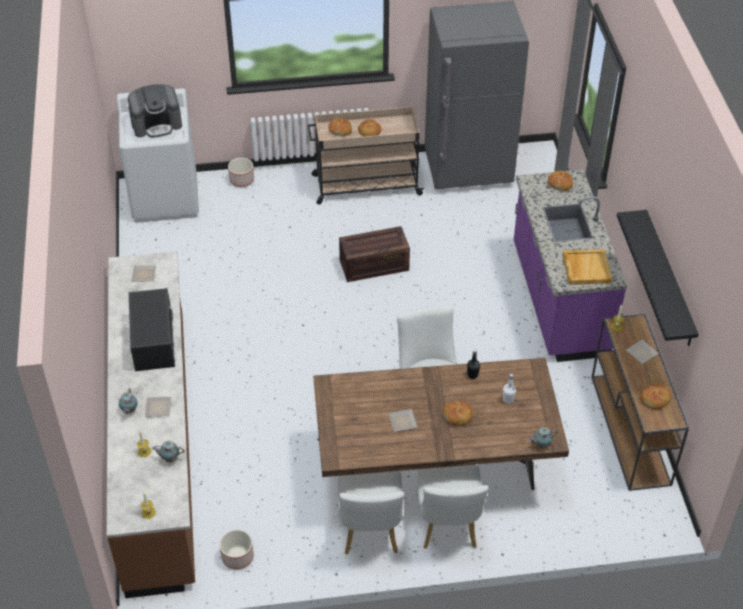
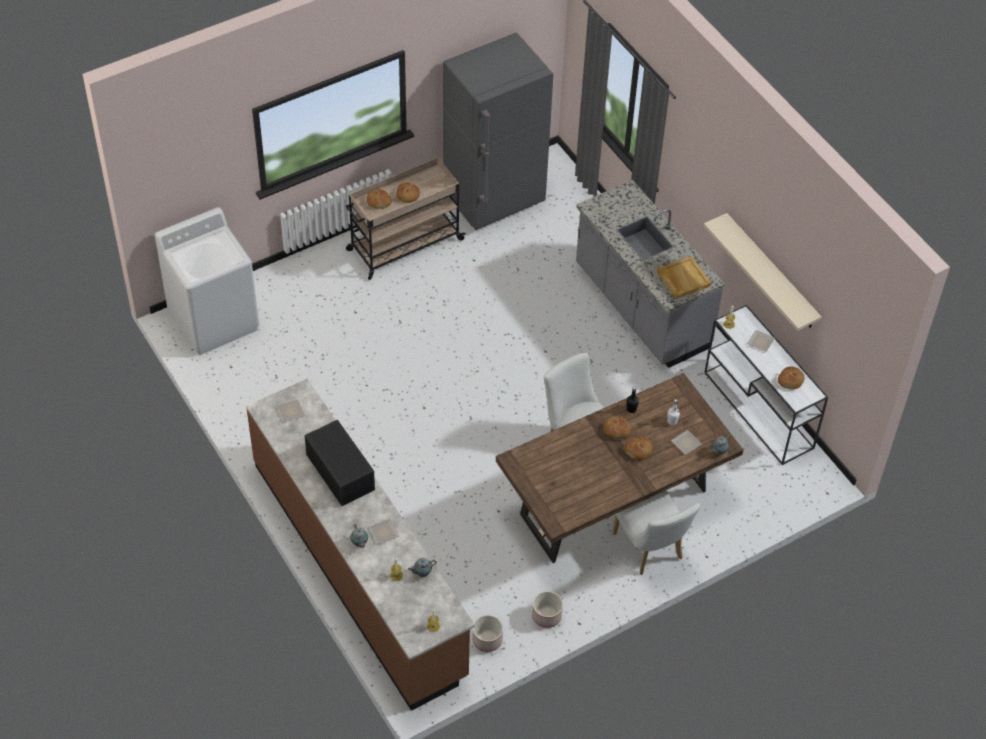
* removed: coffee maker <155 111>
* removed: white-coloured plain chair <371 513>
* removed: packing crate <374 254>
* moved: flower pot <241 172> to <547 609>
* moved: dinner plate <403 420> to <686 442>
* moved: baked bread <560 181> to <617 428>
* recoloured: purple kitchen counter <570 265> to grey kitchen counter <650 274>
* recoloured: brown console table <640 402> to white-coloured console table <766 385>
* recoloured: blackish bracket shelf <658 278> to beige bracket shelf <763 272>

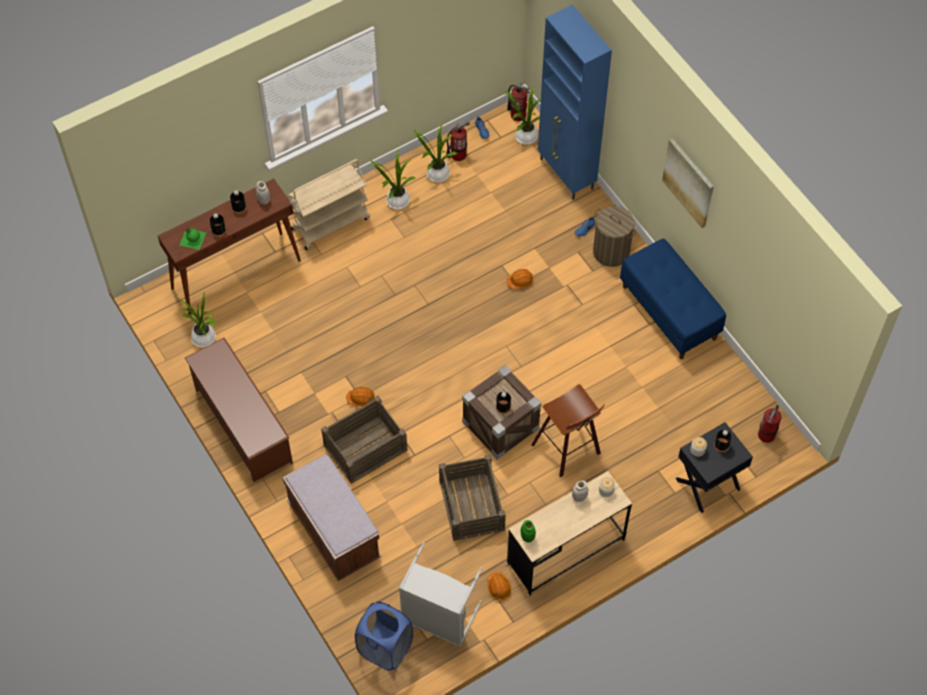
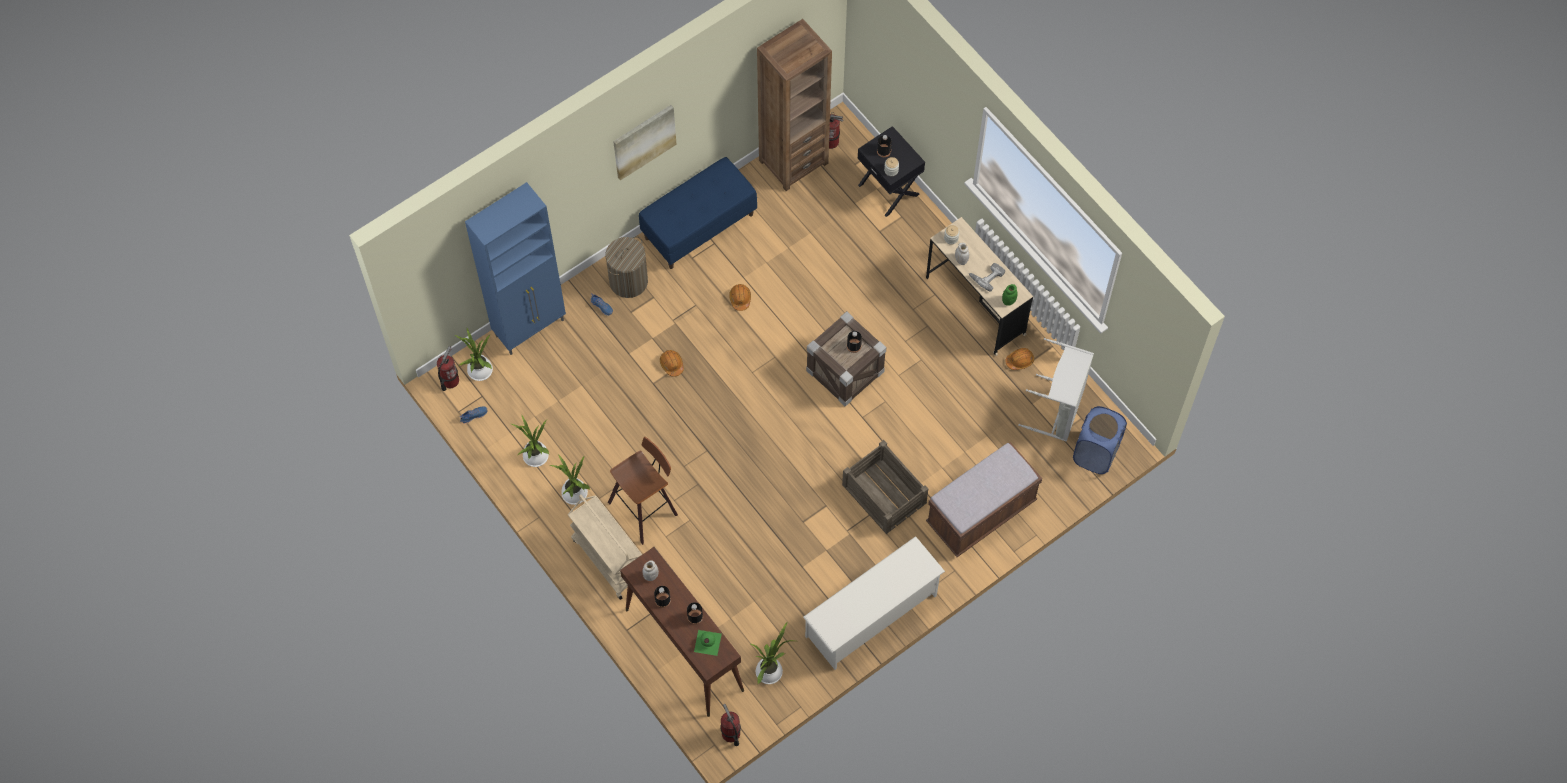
* removed: packing crate <472 497>
* added: brown bookshelf <794 105>
* added: electric drill <987 277>
* moved: orangey work helmet <360 397> to <740 297>
* moved: extinguisher <458 140> to <730 725>
* moved: stool <568 431> to <643 491>
* recoloured: brown shoe shelf <239 410> to white-coloured shoe shelf <874 603>

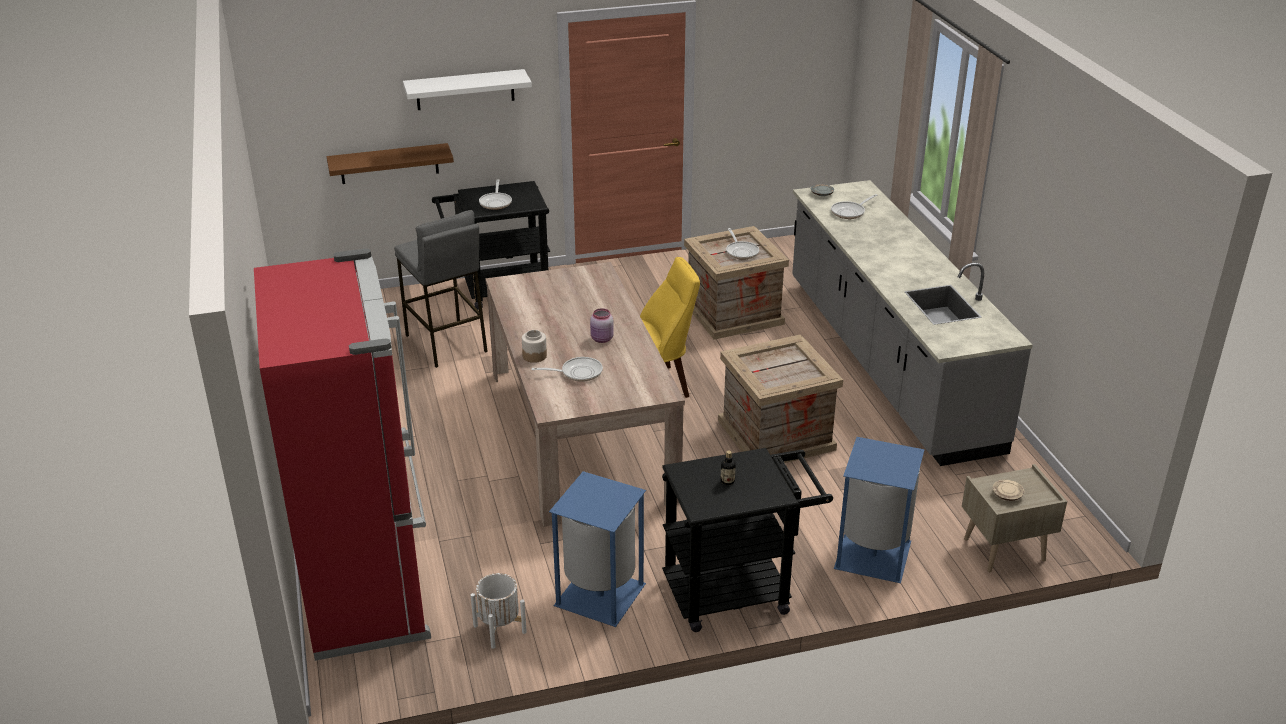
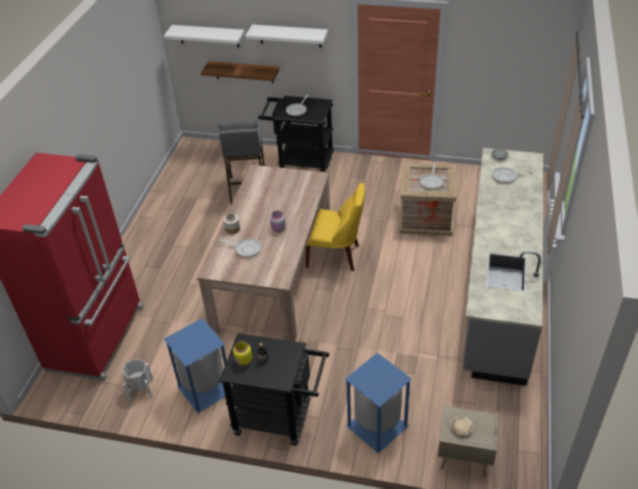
* removed: packing crate <780 398>
* added: white-coloured bracket shelf <204 36>
* added: yellow-coloured storage jar <242 353>

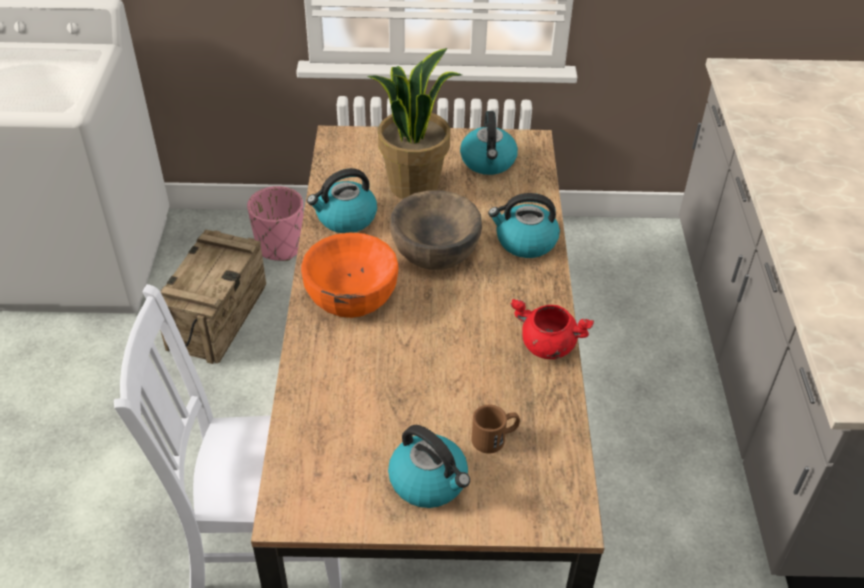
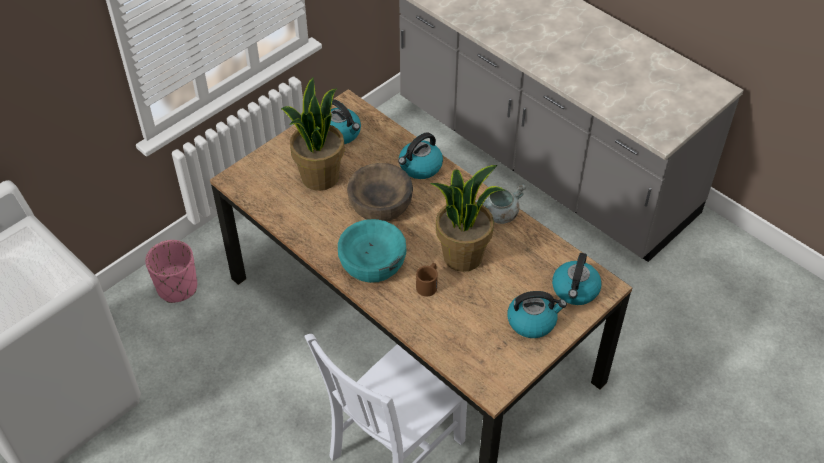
* removed: packing crate <213 296>
* added: houseplant <467 218>
* moved: kettle <342 200> to <577 279>
* moved: brown mug <495 429> to <427 280>
* recoloured: orangey serving bowl <350 275> to turquoise-coloured serving bowl <372 251>
* recoloured: red stockpot <552 329> to grey stockpot <500 203>

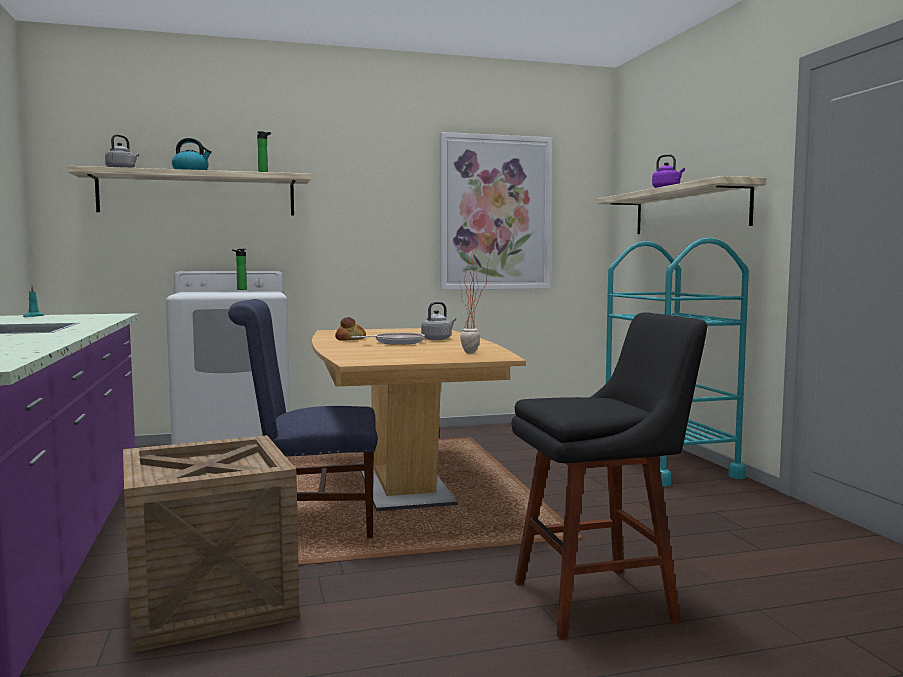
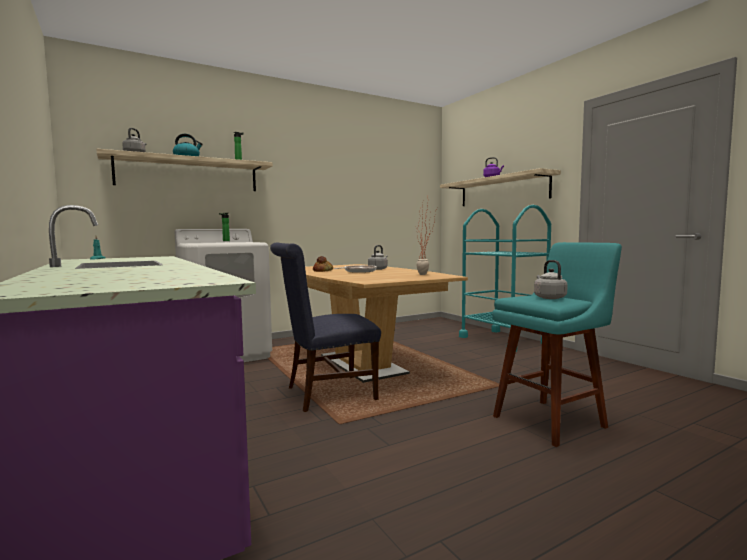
* removed: packing crate <211 544>
* removed: wall art <496 211>
* added: grey kettle <551 279>
* recoloured: blackish stool <609 476> to turquoise-coloured stool <557 344>

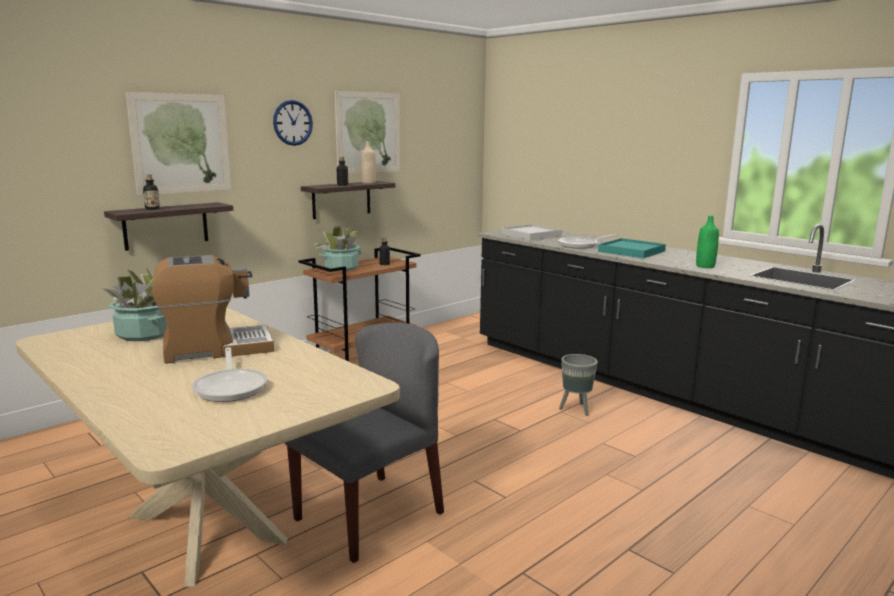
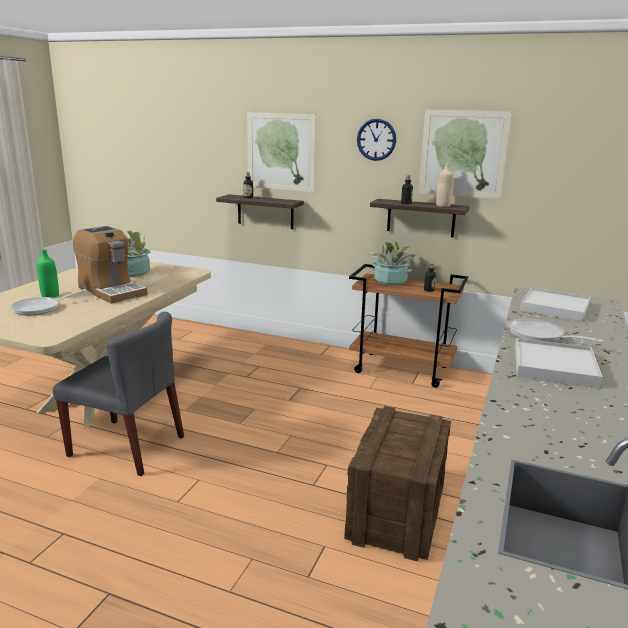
* moved: green-coloured beverage bottle <707 242> to <48 273>
* replaced: grey flower pot <578 385> to packing crate <397 484>
* recoloured: turquoise-coloured carrying tray <632 248> to white-coloured carrying tray <559 363>

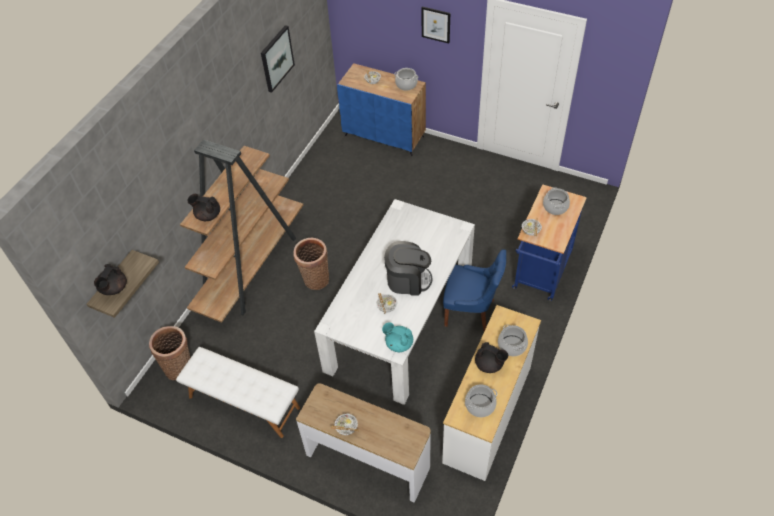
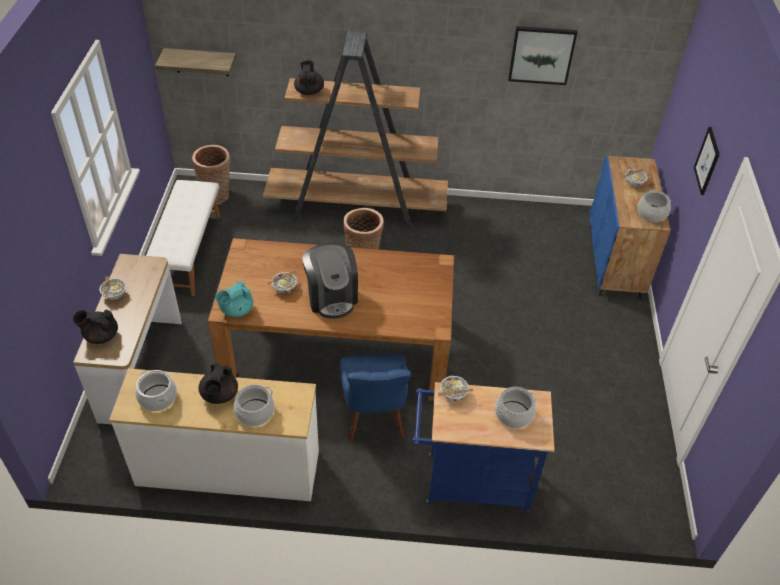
* moved: blackish tea pot <110 279> to <95 327>
* recoloured: white-coloured kitchen table <394 302> to brown kitchen table <331 319>
* turned: turquoise-coloured tea pot <397 337> = <234 299> 135 degrees counterclockwise

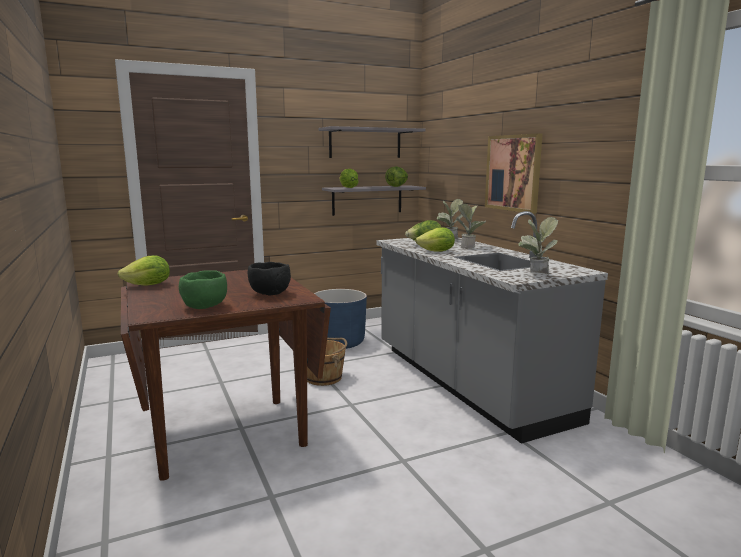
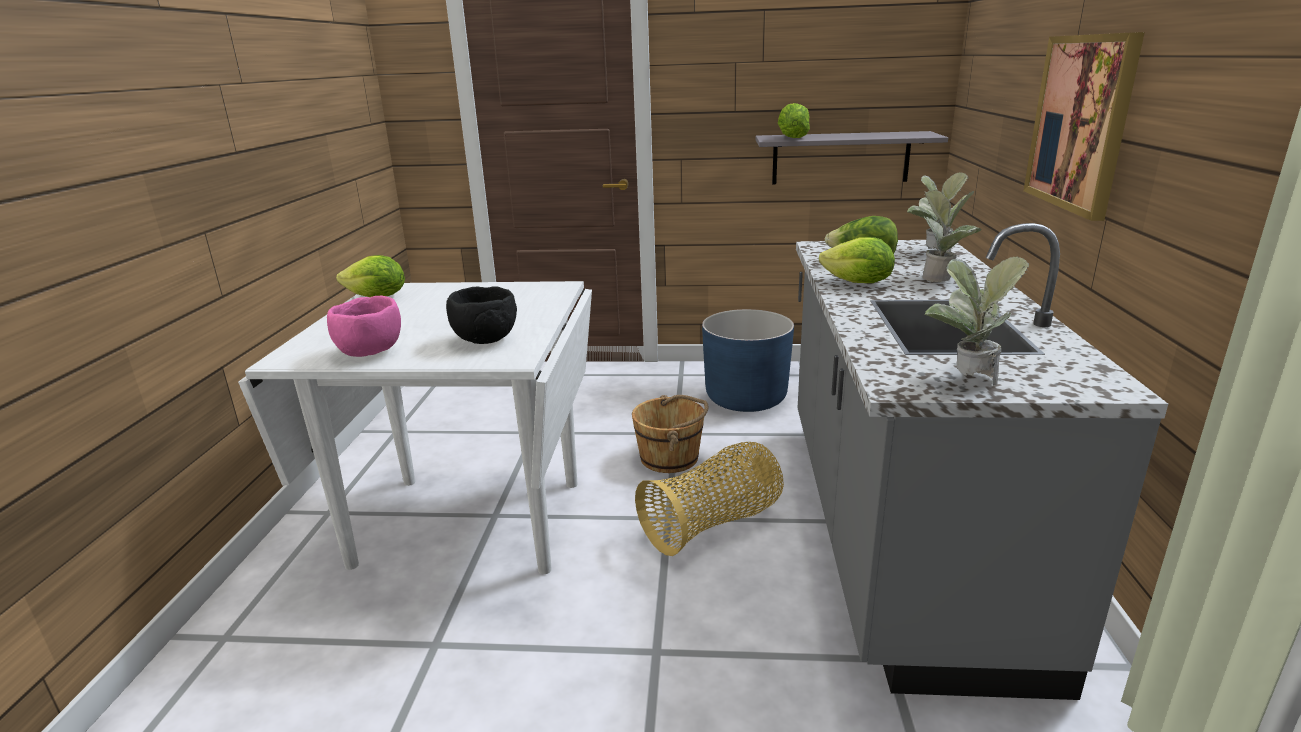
* removed: grey bracket shelf <372 142>
* removed: lettuce <396 176>
* added: basket <709 499>
* recoloured: brown kitchen table <226 375> to white-coloured kitchen table <415 427>
* recoloured: green-coloured serving bowl <203 289> to pink serving bowl <364 326>

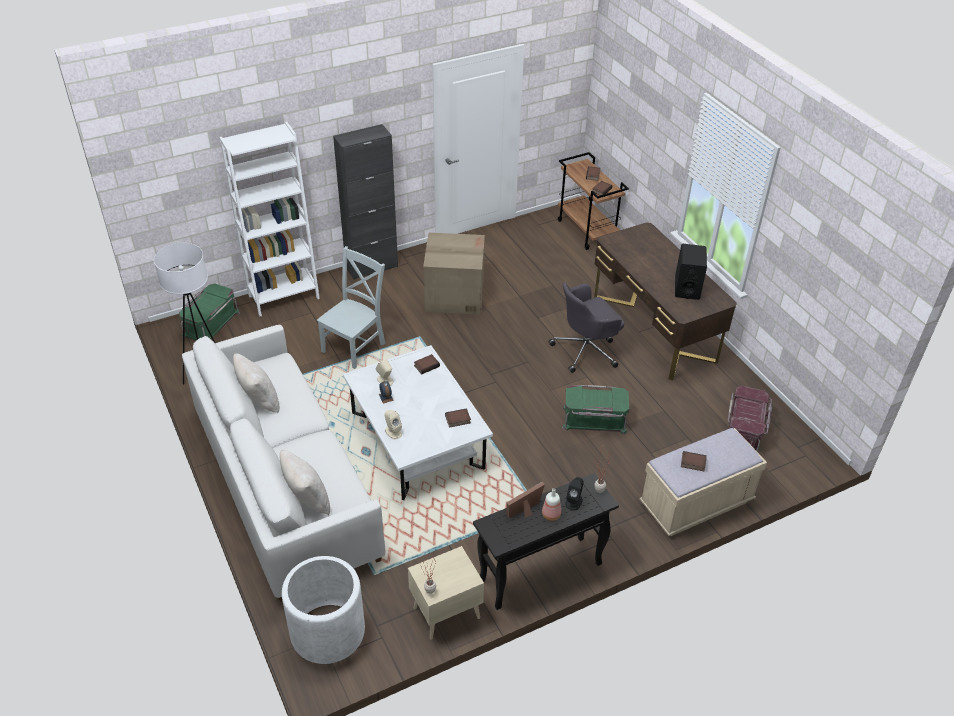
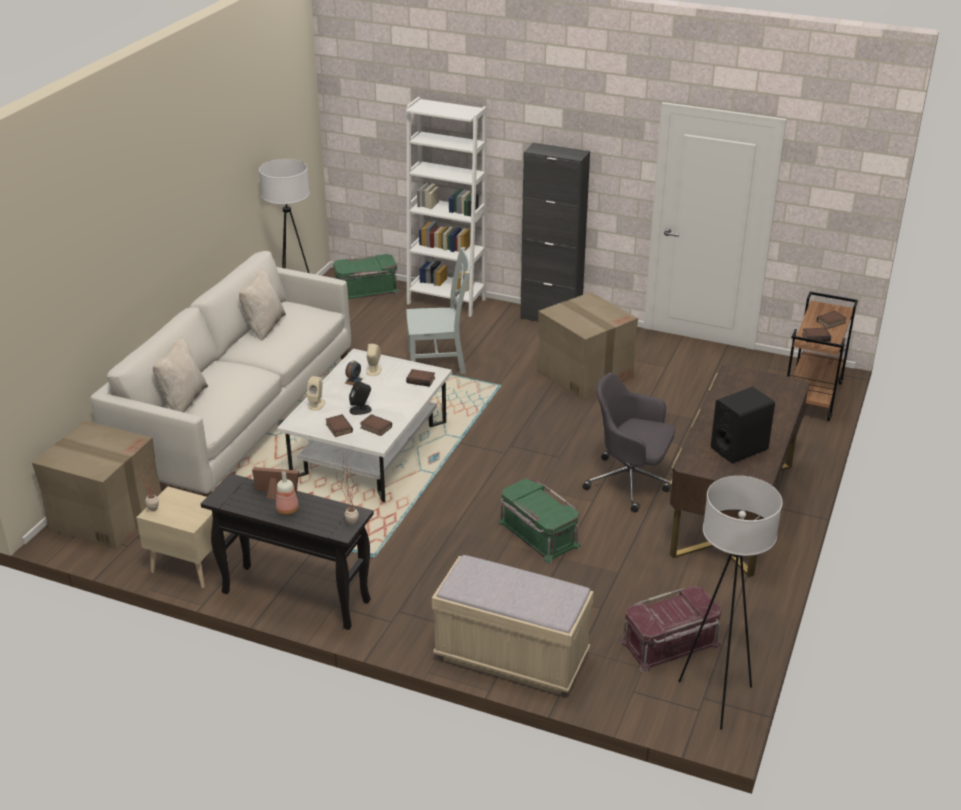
* added: white-coloured floor lamp <730 603>
* moved: blackish audio speaker <574 494> to <360 398>
* moved: bound book <694 461> to <339 425>
* replaced: white-coloured flower pot <323 610> to packing box <96 485>

